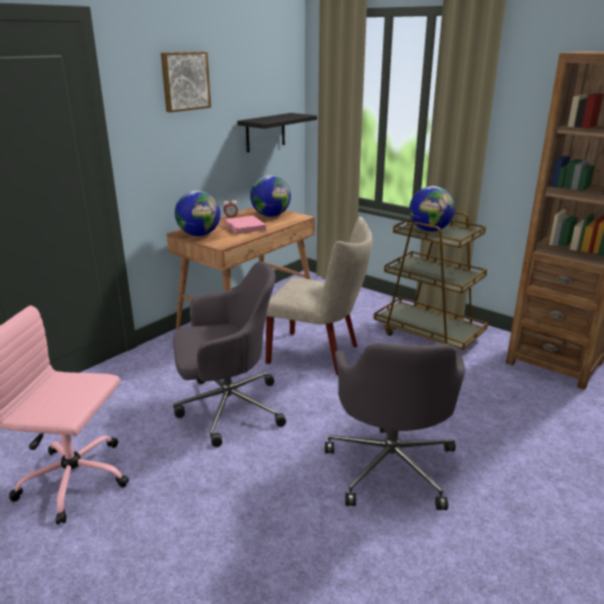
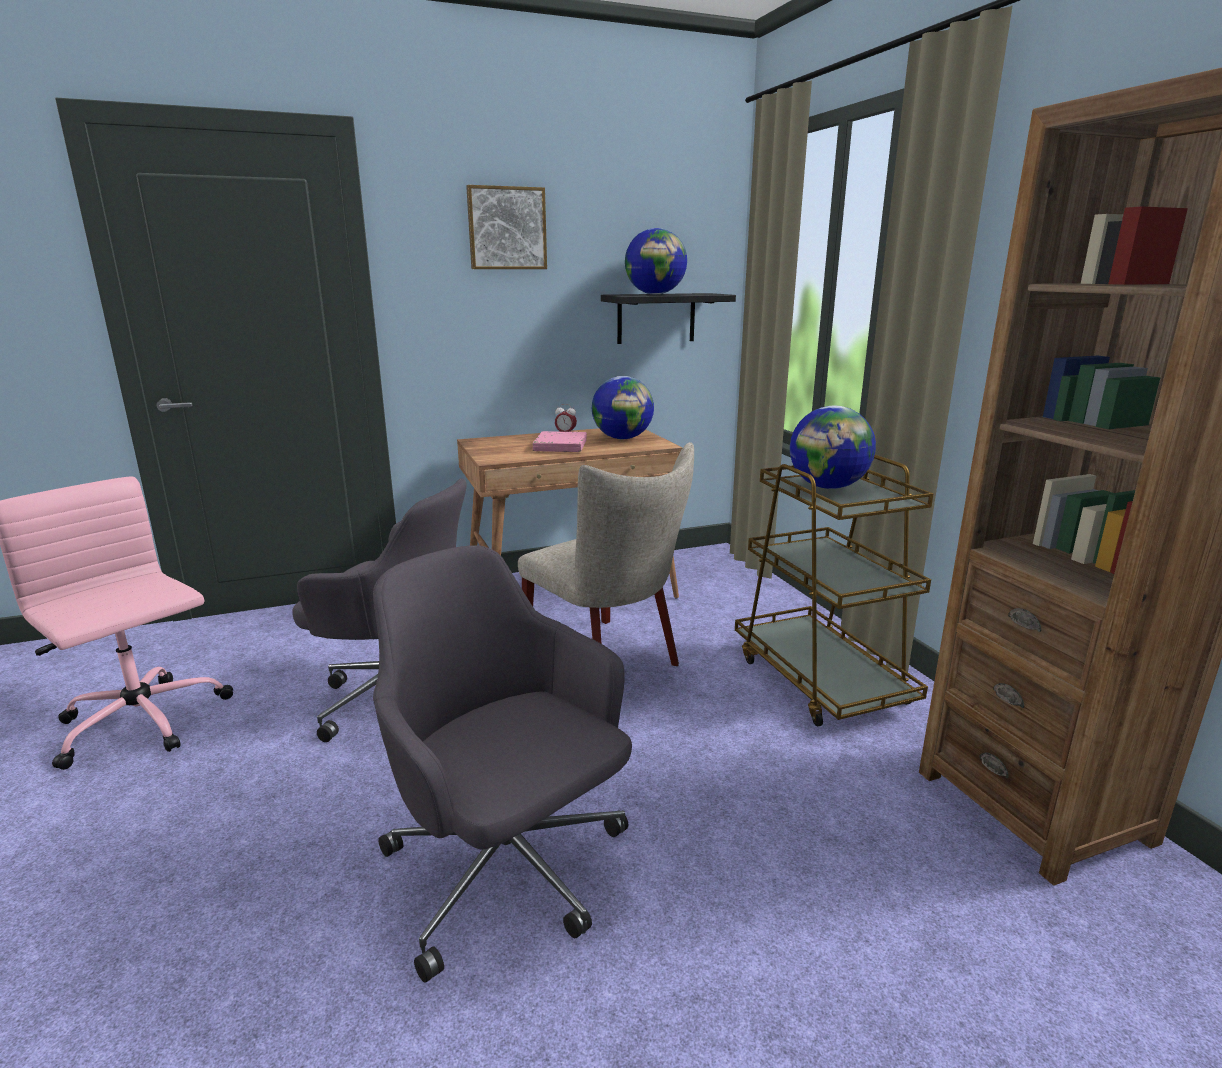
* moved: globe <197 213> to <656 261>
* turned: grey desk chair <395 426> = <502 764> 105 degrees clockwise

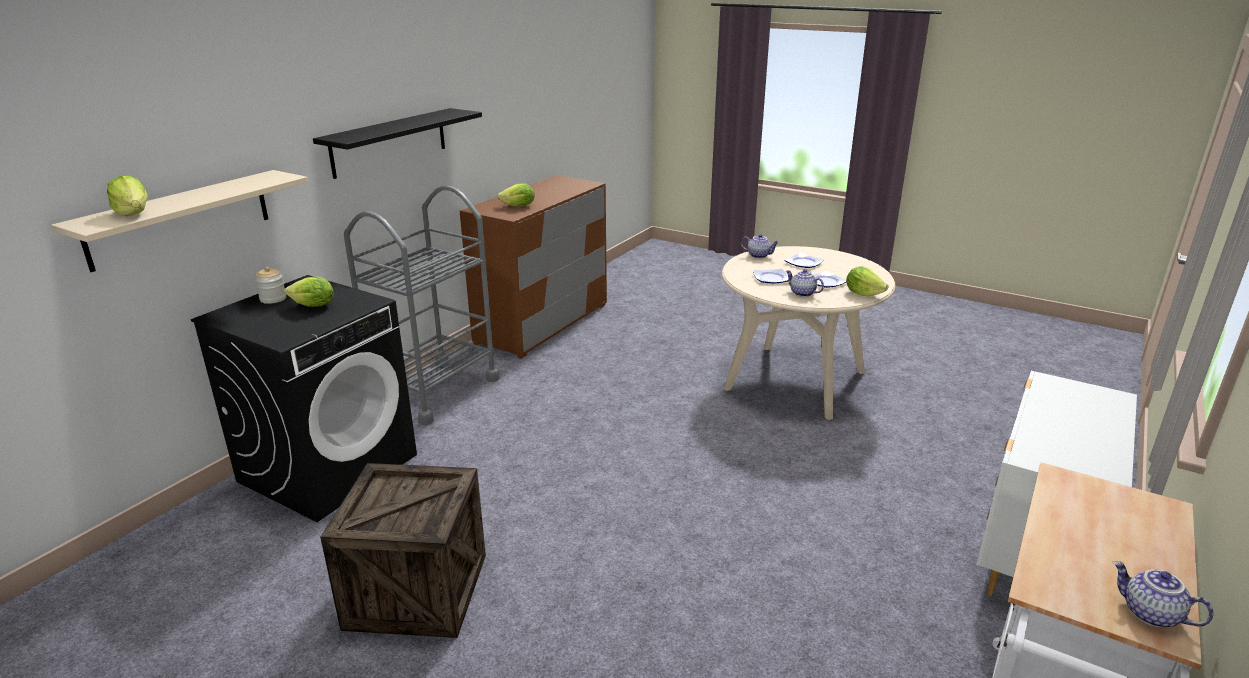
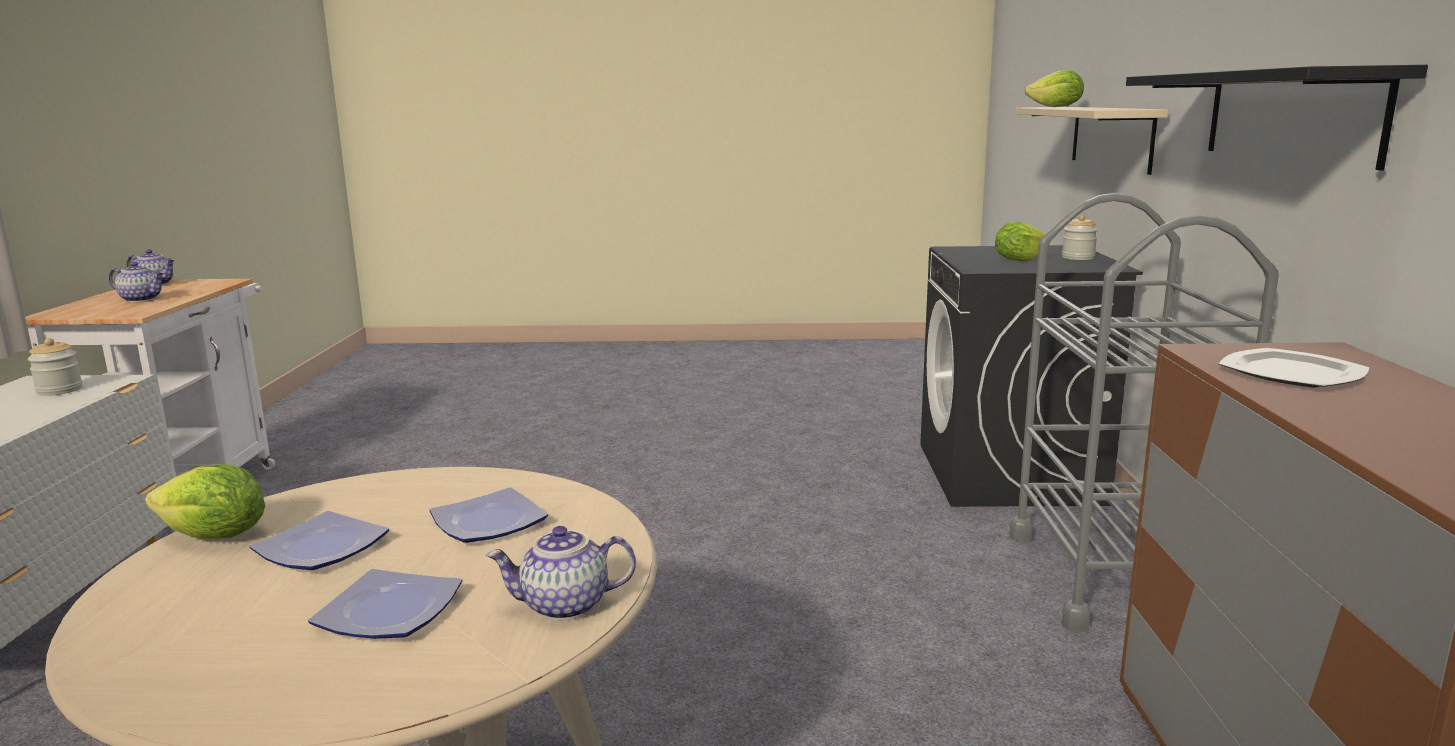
* removed: packing crate <403 550>
* added: storage jar <55 367>
* moved: tea pot <805 283> to <136 282>
* replaced: lettuce <515 194> to dinner plate <1293 368>

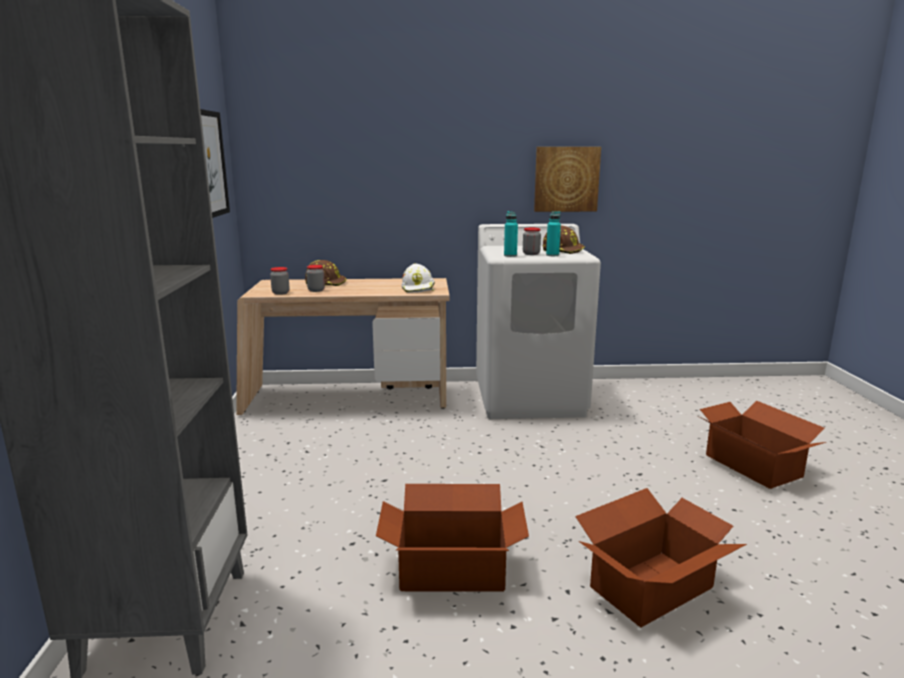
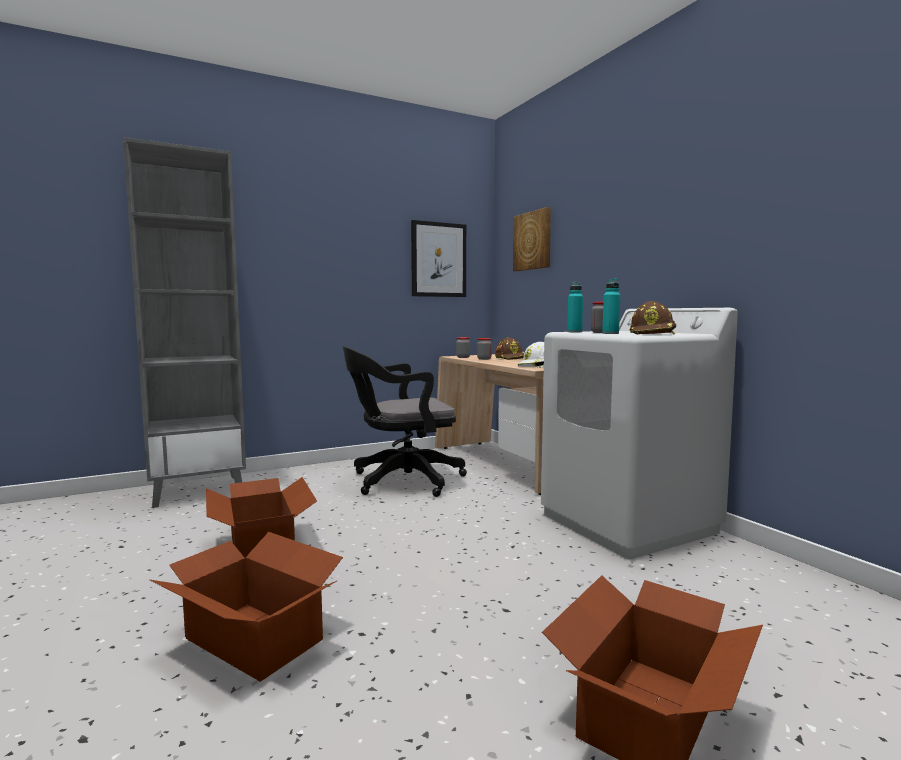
* added: blackish desk chair <404 421>
* moved: wall art <567 179> to <532 239>

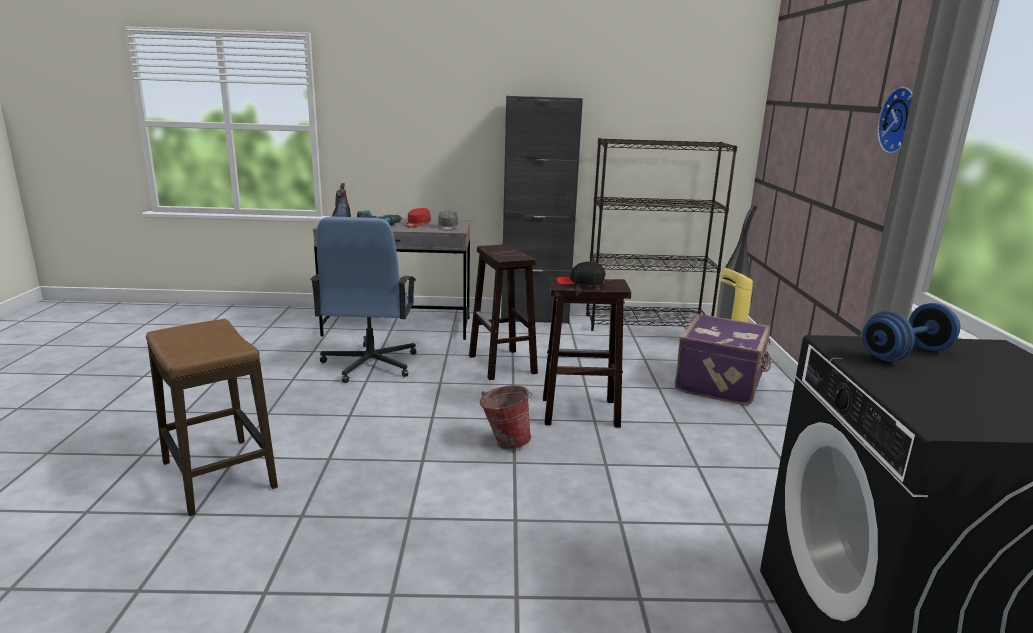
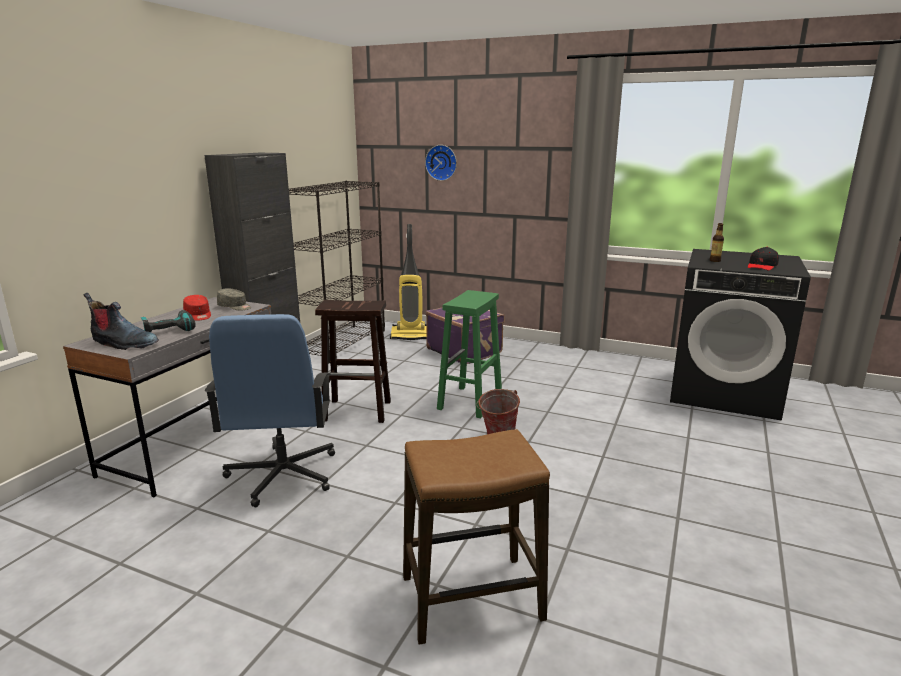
* moved: blackish peaked cap <581 273> to <763 259>
* moved: hanging clock <895 120> to <441 163>
* replaced: bluish hand weight <911 332> to beverage bottle <717 242>
* recoloured: brown stool <587 352> to green-coloured stool <469 354>
* turned: bluish desk chair <363 300> = <269 410> 60 degrees clockwise

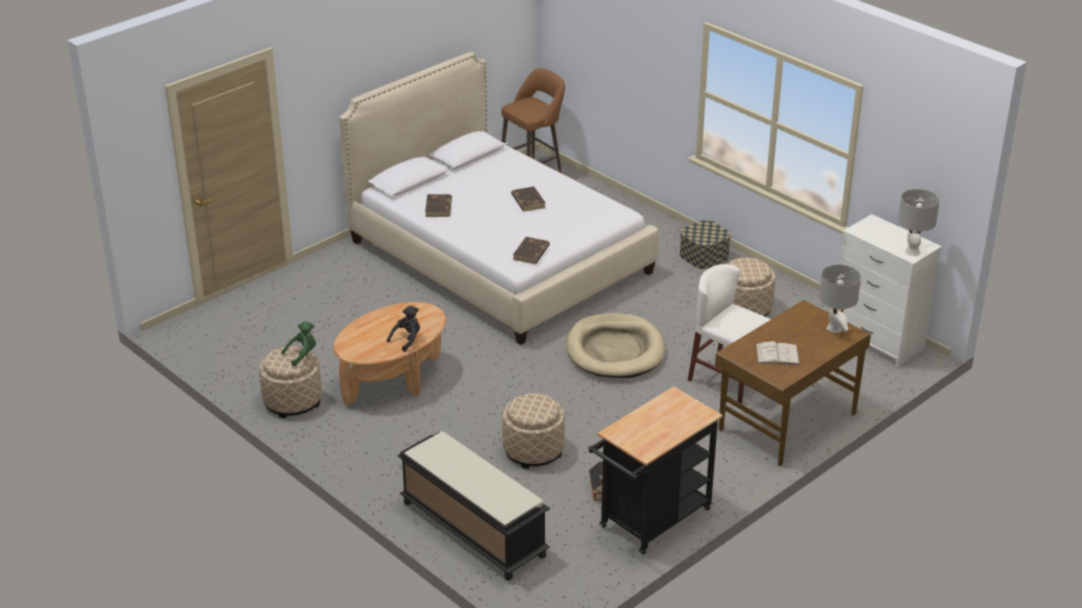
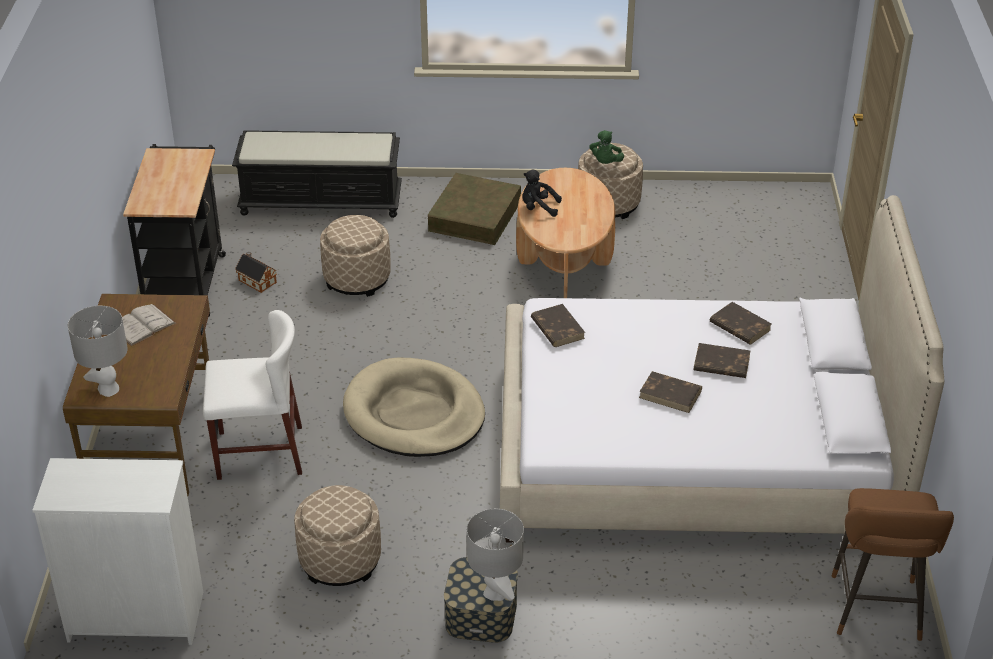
* added: brown storage container <474 209>
* added: brown bound book <722 360>
* moved: grey table lamp <919 222> to <495 555>
* turned: blackish soft toy <403 329> = <542 193> 105 degrees clockwise

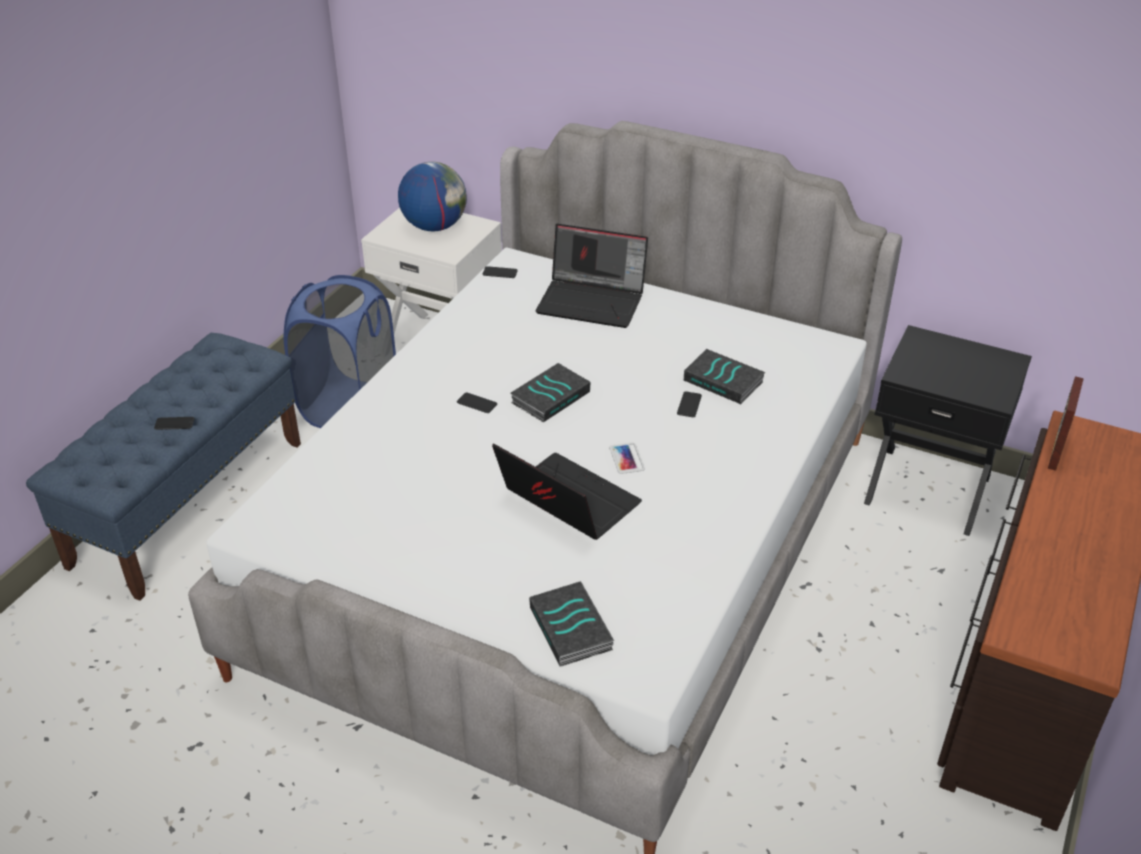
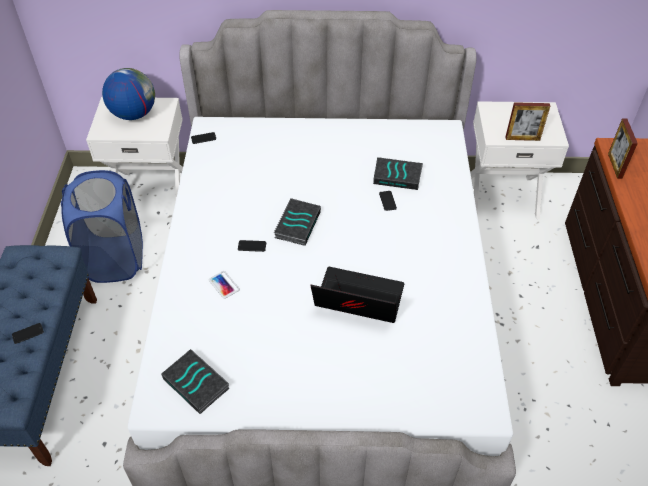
* removed: notebook computer <592 276>
* added: picture frame <528 121>
* moved: bound book <571 624> to <195 381>
* moved: telephone <627 458> to <224 285>
* recoloured: blackish bedside table <948 430> to white-coloured bedside table <519 160>

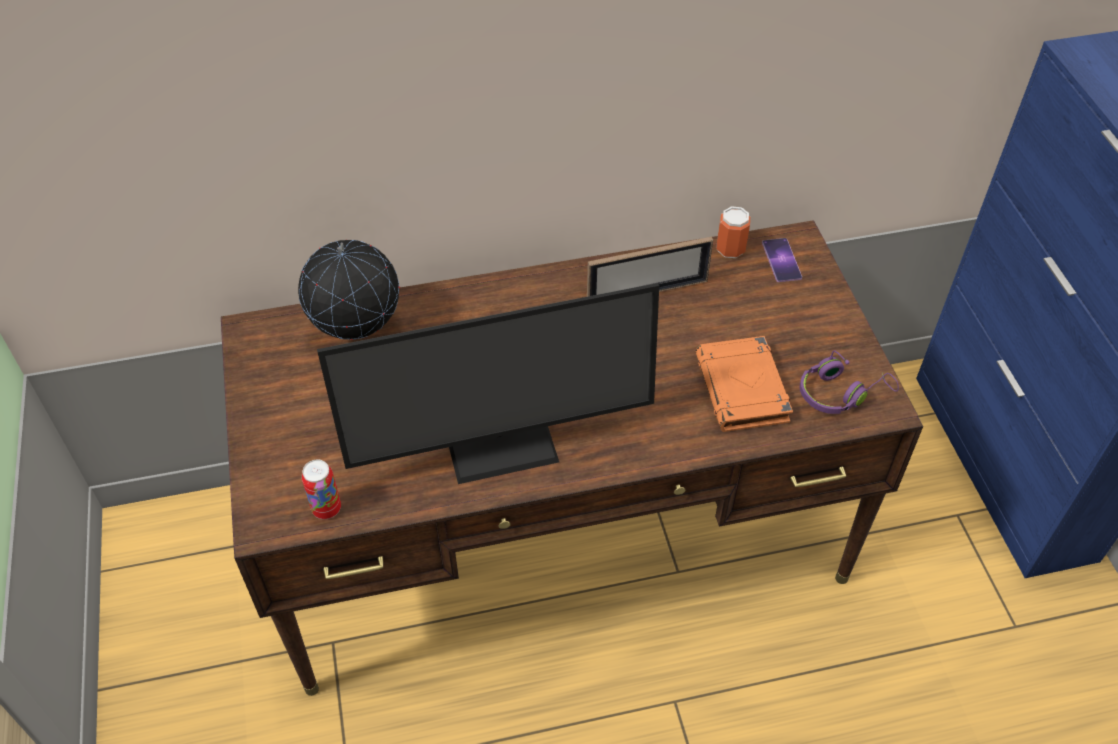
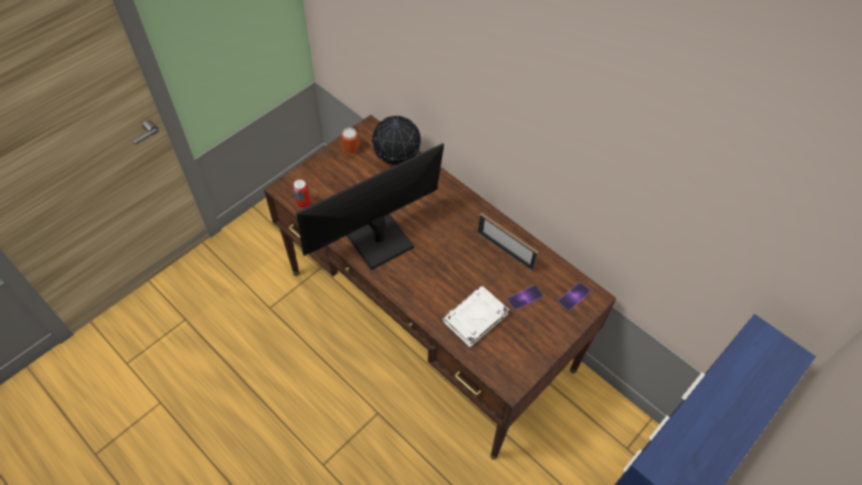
* removed: purple pair of headphones <849 382>
* added: telephone <525 298>
* moved: sealed can <733 232> to <350 141>
* recoloured: orangey bound book <744 384> to white-coloured bound book <475 316>
* turned: computer screen <488 383> = <370 206> 105 degrees clockwise

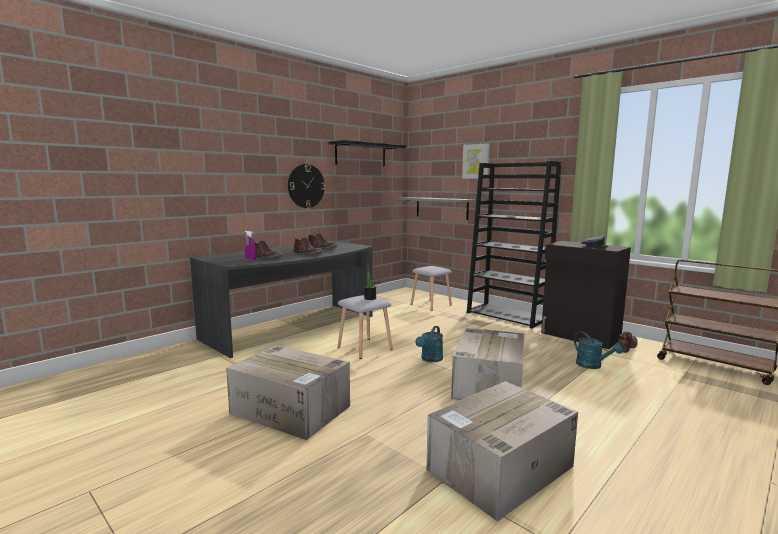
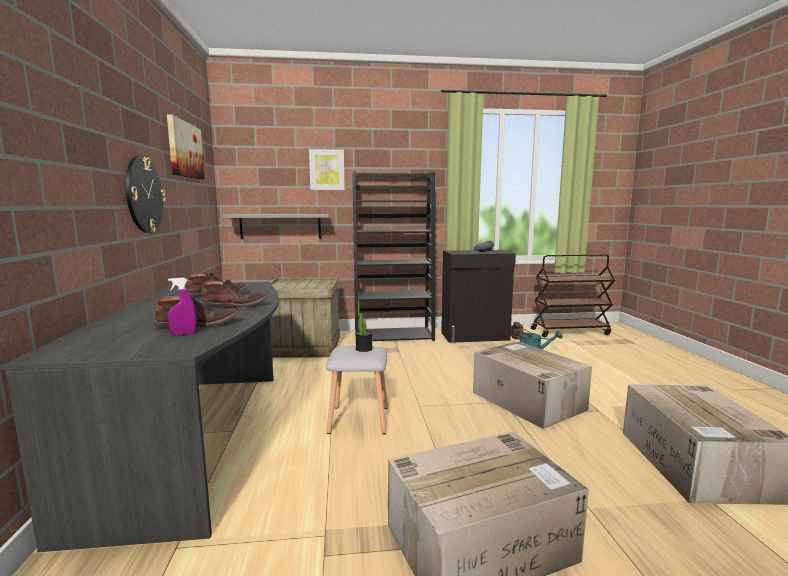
* removed: turquoise-coloured sprinkling can <429 344>
* replaced: blackish bracket shelf <367 153> to wall art <186 147>
* replaced: grey stool <431 288> to packing crate <305 317>

